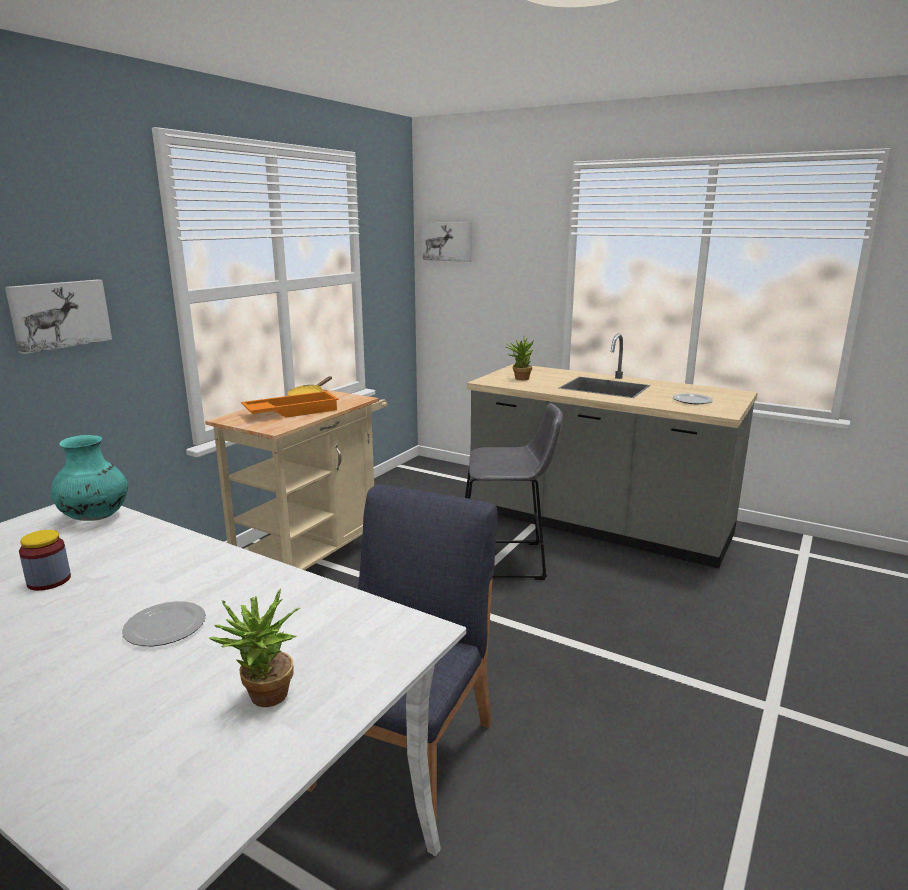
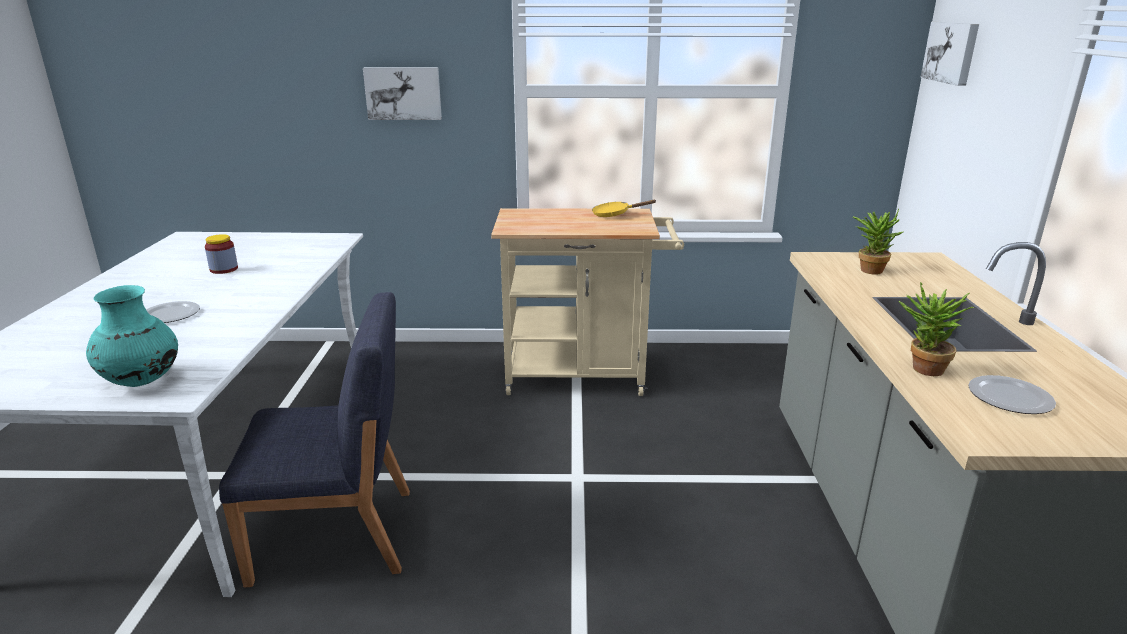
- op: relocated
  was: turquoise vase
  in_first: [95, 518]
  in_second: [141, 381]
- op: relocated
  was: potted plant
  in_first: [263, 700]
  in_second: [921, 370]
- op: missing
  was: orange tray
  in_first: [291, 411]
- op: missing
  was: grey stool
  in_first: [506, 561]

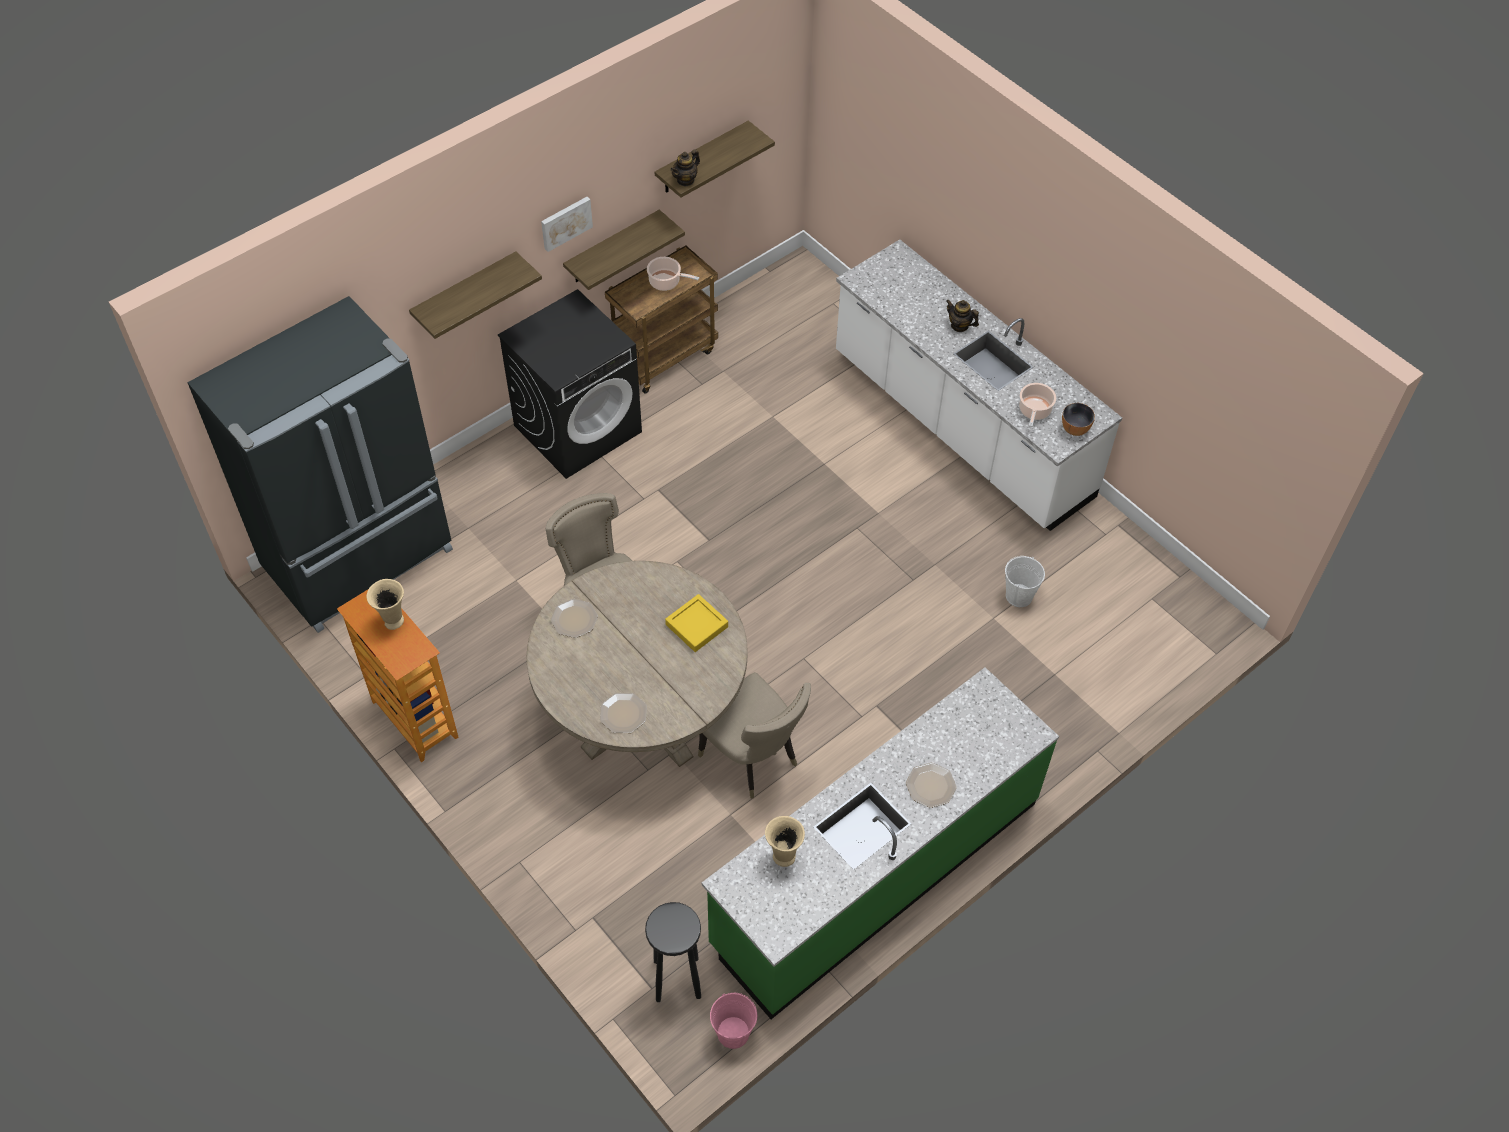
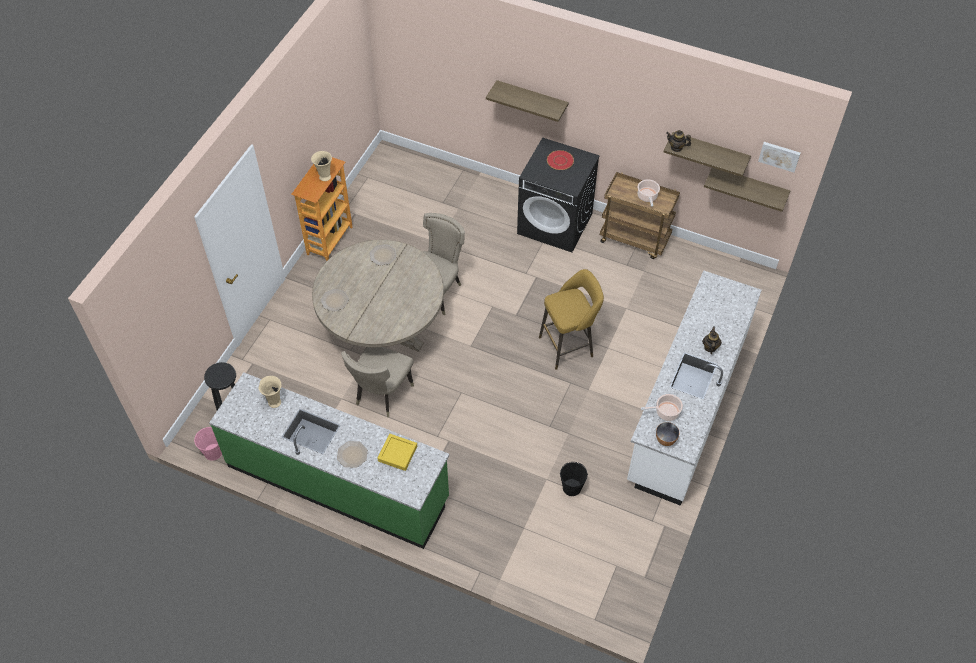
- op: missing
  was: black fridge
  in_first: [361, 560]
- op: relocated
  was: picture
  in_first: [565, 222]
  in_second: [779, 155]
- op: relocated
  was: shelf
  in_first: [612, 248]
  in_second: [749, 185]
- op: relocated
  was: yellow tray
  in_first: [696, 626]
  in_second: [397, 454]
- op: colour
  was: white bucket
  now: black bucket
  in_first: [1019, 596]
  in_second: [572, 488]
- op: appeared
  now: yellow stool
  in_second: [569, 345]
- op: appeared
  now: red plate
  in_second: [560, 160]

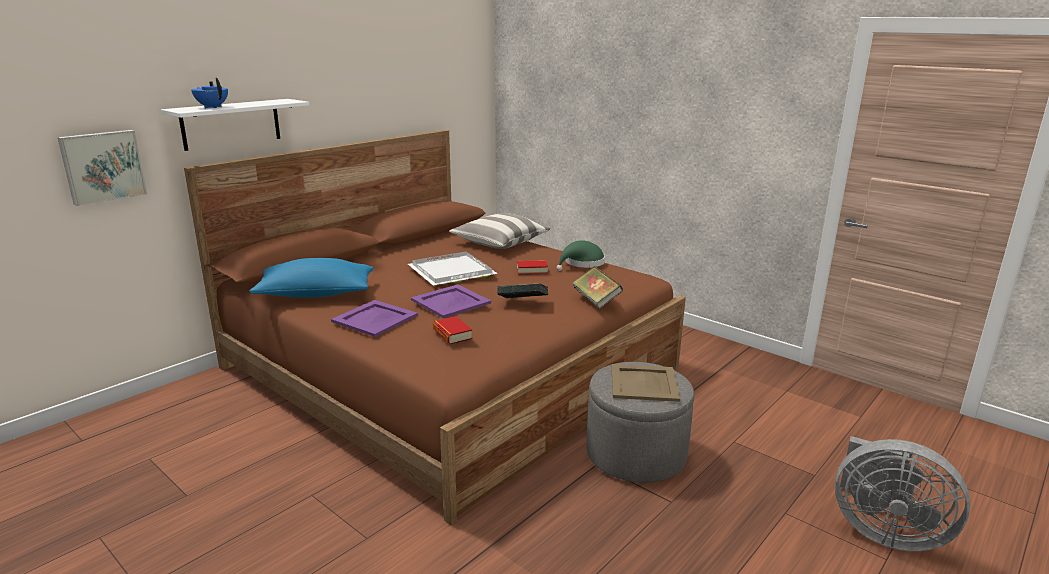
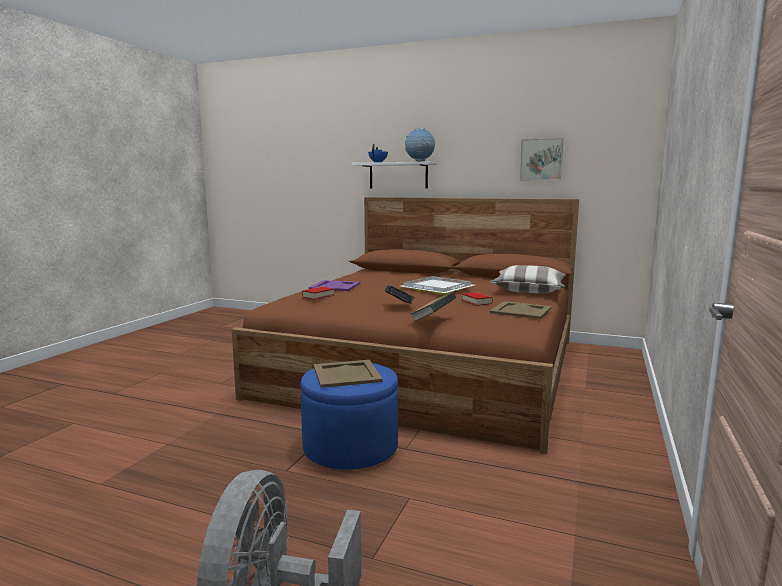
- op: relocated
  was: picture
  in_first: [103, 166]
  in_second: [541, 159]
- op: missing
  was: blue pillow
  in_first: [316, 295]
- op: missing
  was: purple tray
  in_first: [451, 301]
- op: exchanged
  was: green hat
  now: beige tray
  in_first: [582, 263]
  in_second: [521, 311]
- op: colour
  was: grey ottoman
  now: blue ottoman
  in_first: [635, 454]
  in_second: [350, 448]
- op: appeared
  now: globe
  in_second: [419, 161]

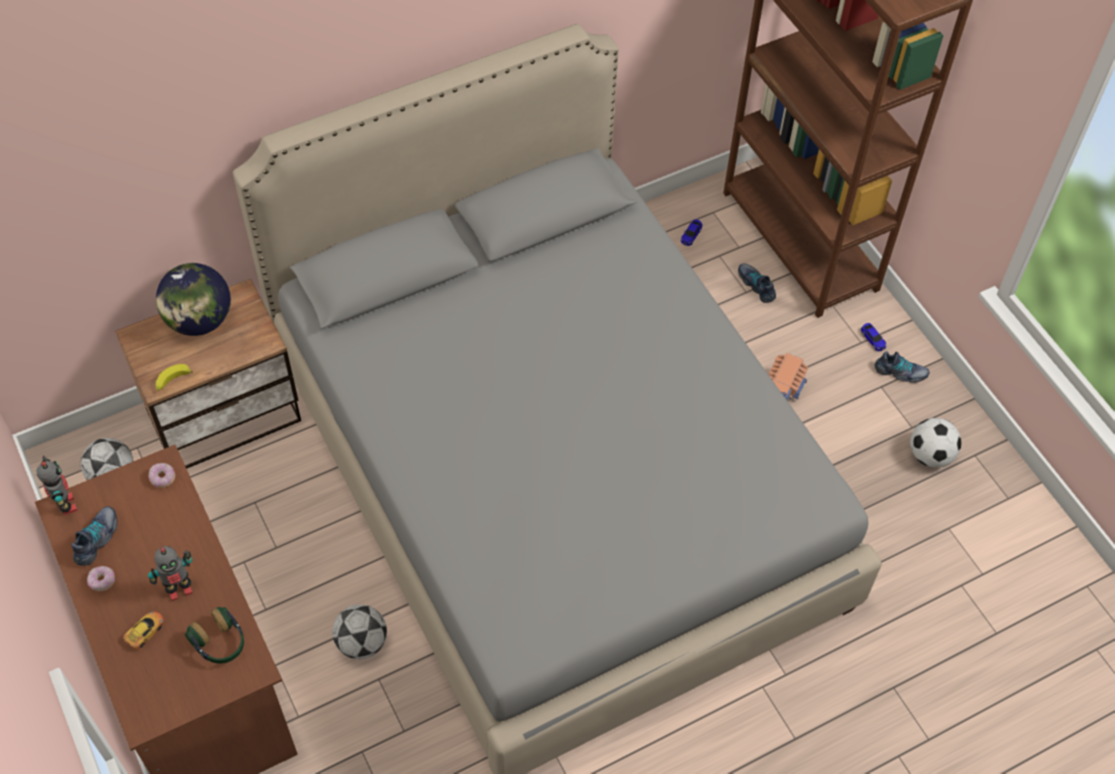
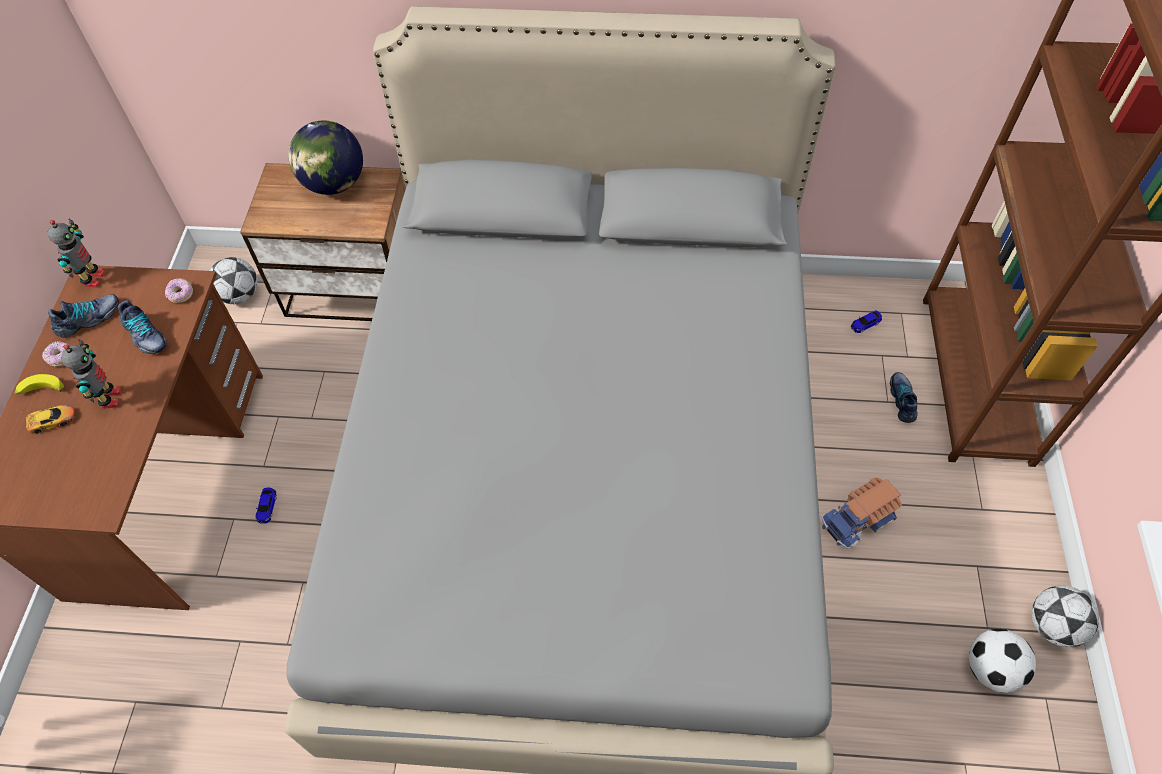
- op: spun
  was: toy robot
  in_first: [179, 589]
  in_second: [110, 398]
  clockwise: -105
- op: relocated
  was: banana
  in_first: [173, 381]
  in_second: [41, 390]
- op: missing
  was: headphones
  in_first: [220, 643]
- op: relocated
  was: football
  in_first: [362, 642]
  in_second: [1052, 626]
- op: relocated
  was: toy car
  in_first: [873, 339]
  in_second: [267, 507]
- op: relocated
  was: shoe
  in_first: [900, 372]
  in_second: [145, 336]

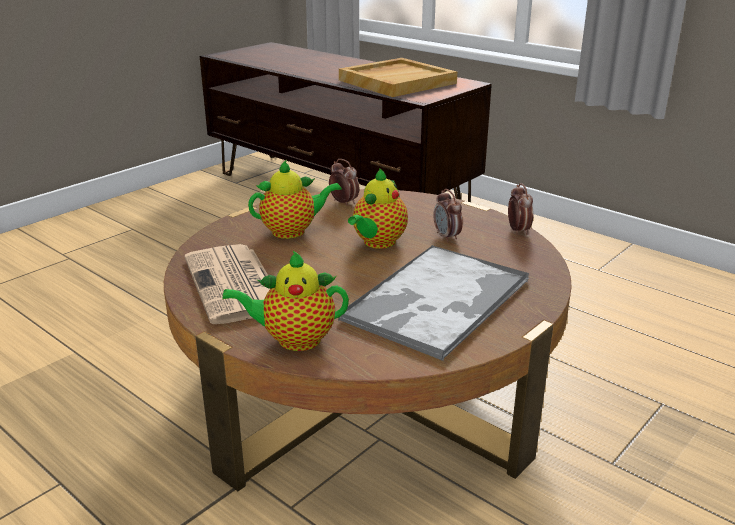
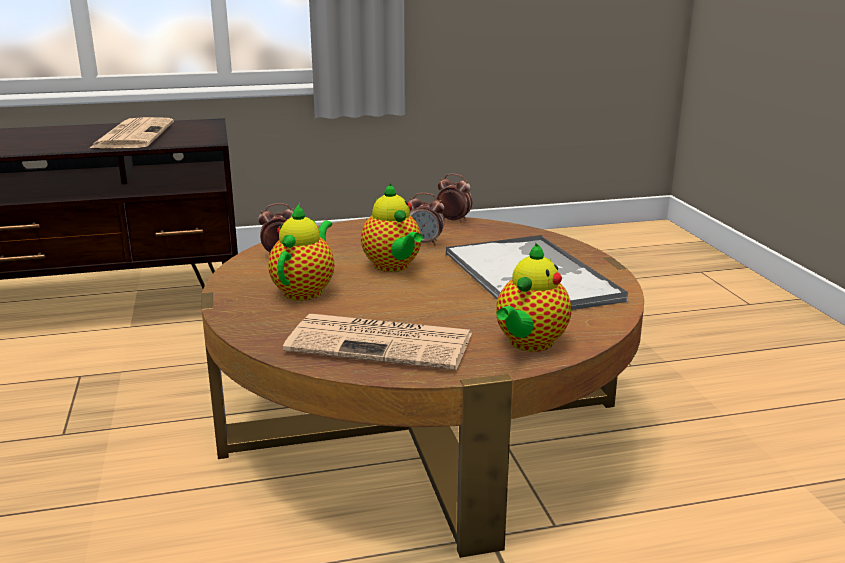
- op: exchanged
  was: beige tray
  now: newspaper
  in_first: [397, 81]
  in_second: [133, 135]

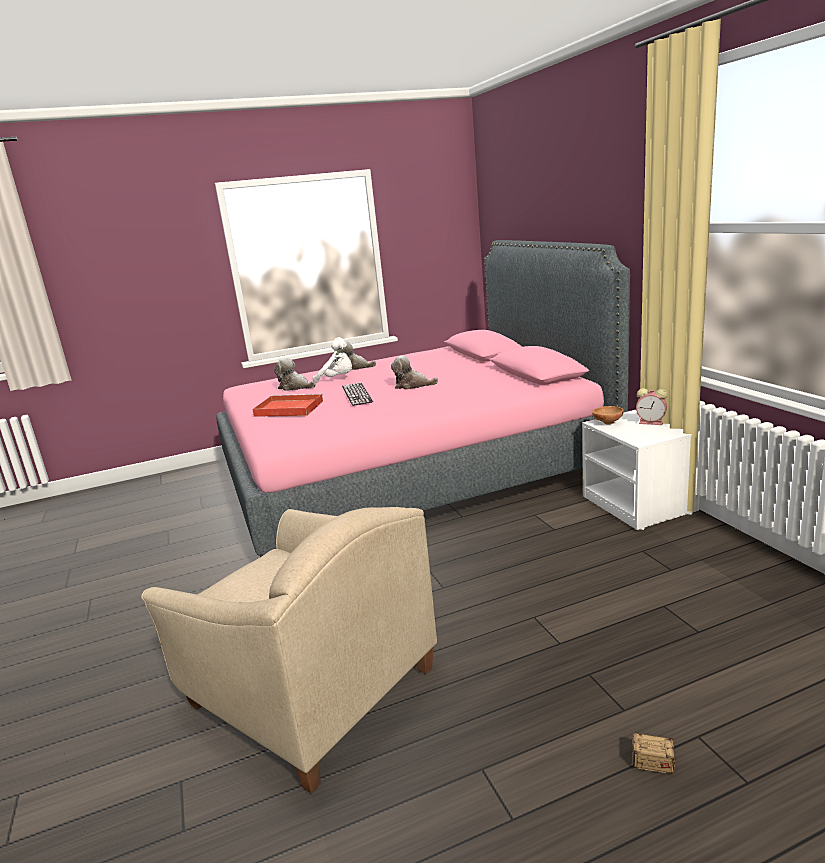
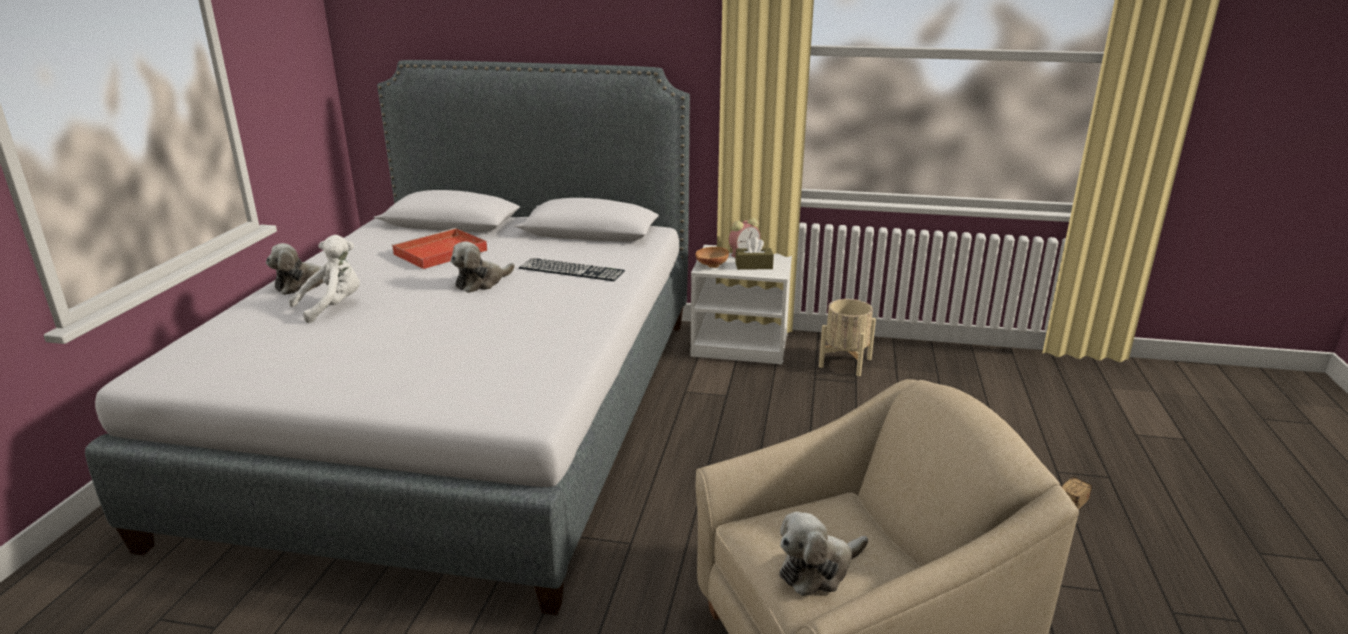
- op: colour
  was: pink bed
  now: grey bed
  in_first: [412, 473]
  in_second: [466, 413]
- op: relocated
  was: red tray
  in_first: [287, 409]
  in_second: [439, 253]
- op: relocated
  was: plush toy
  in_first: [295, 387]
  in_second: [818, 570]
- op: relocated
  was: keyboard
  in_first: [357, 394]
  in_second: [571, 270]
- op: appeared
  now: brown tissue box
  in_second: [754, 266]
- op: appeared
  now: beige planter
  in_second: [844, 362]

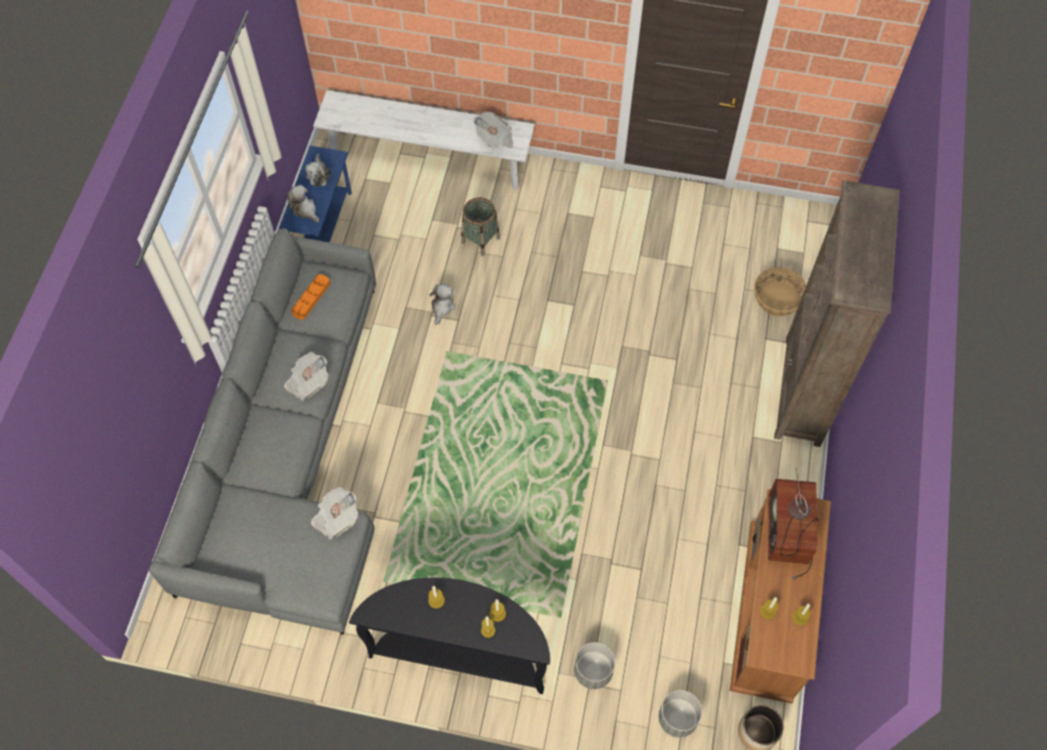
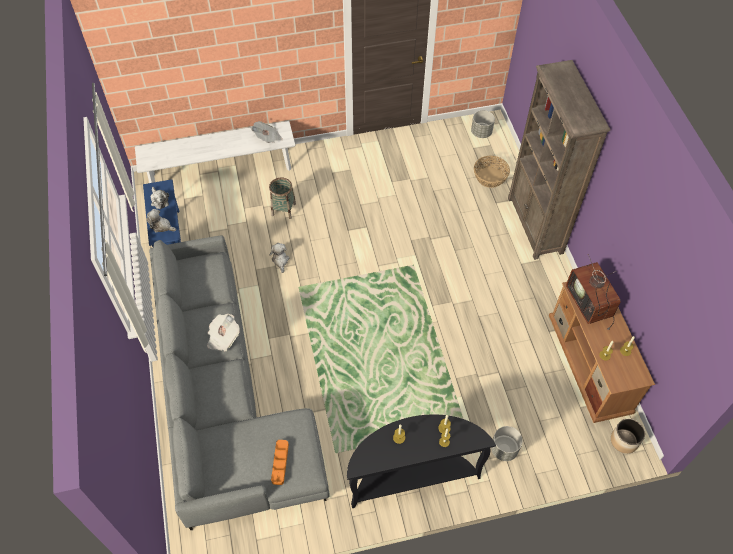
- op: relocated
  was: orange tray
  in_first: [311, 298]
  in_second: [280, 463]
- op: missing
  was: newspaper
  in_first: [336, 518]
- op: relocated
  was: grey planter
  in_first: [677, 719]
  in_second: [481, 132]

